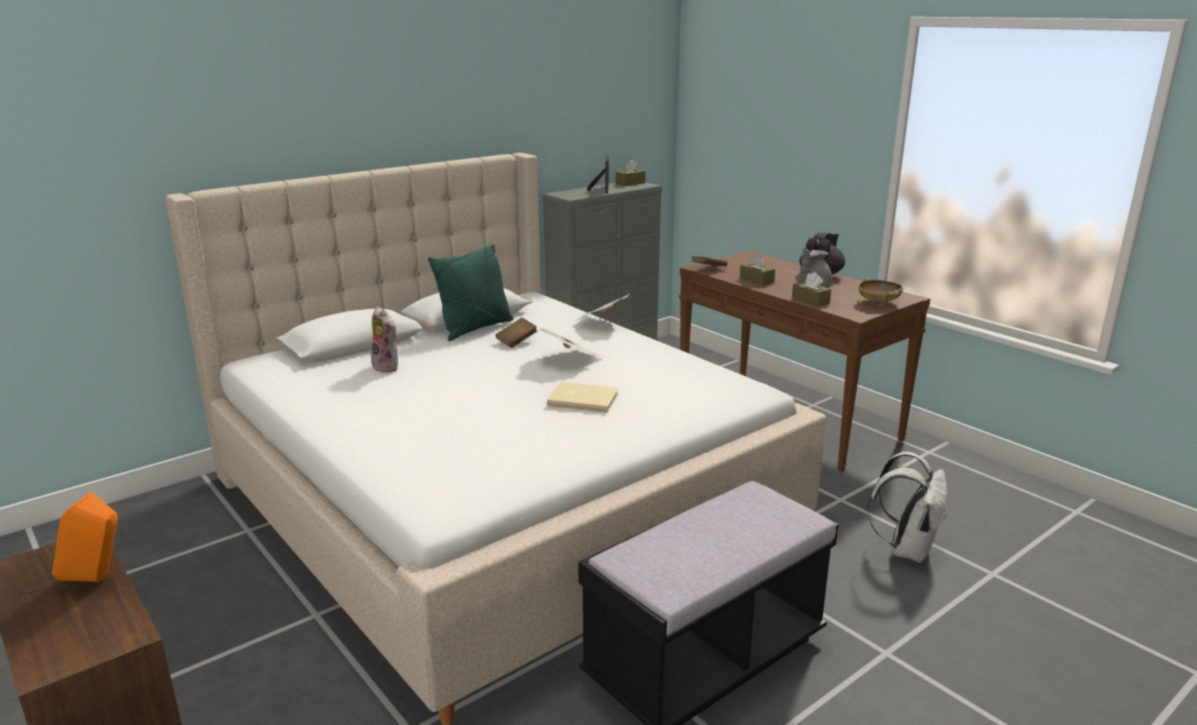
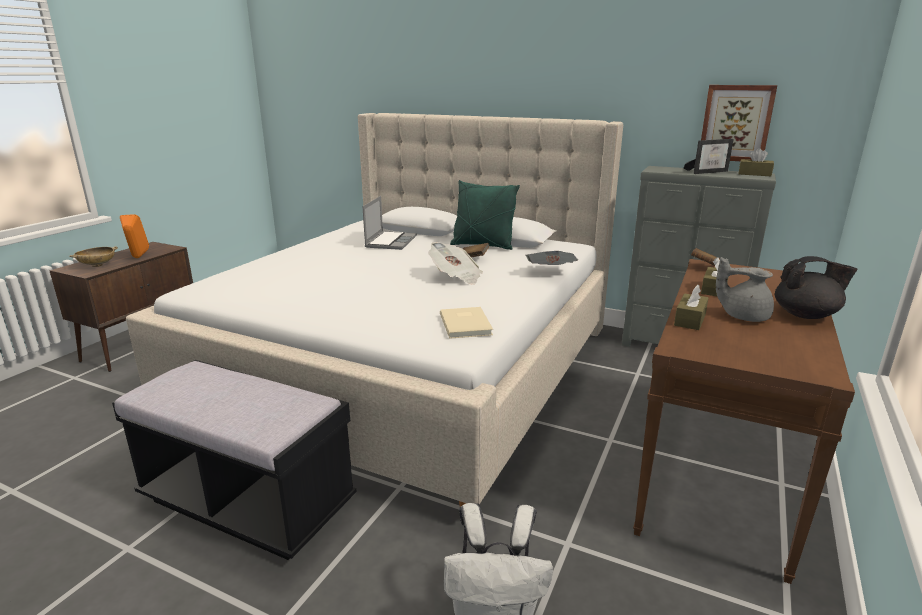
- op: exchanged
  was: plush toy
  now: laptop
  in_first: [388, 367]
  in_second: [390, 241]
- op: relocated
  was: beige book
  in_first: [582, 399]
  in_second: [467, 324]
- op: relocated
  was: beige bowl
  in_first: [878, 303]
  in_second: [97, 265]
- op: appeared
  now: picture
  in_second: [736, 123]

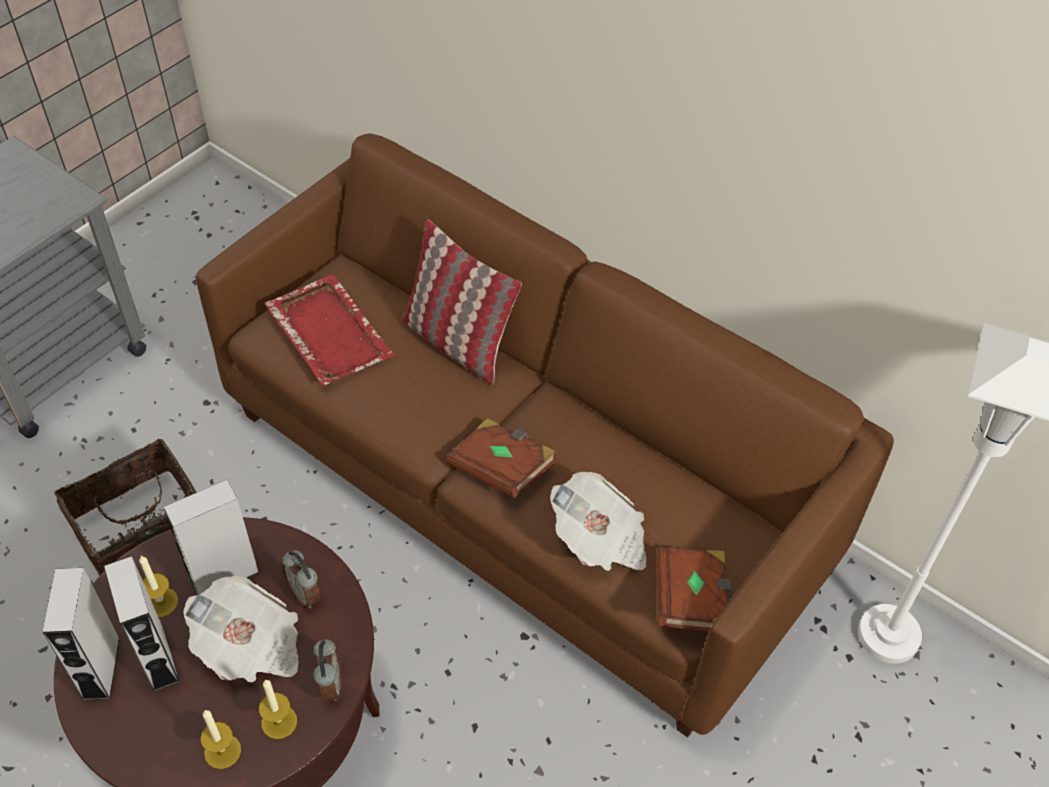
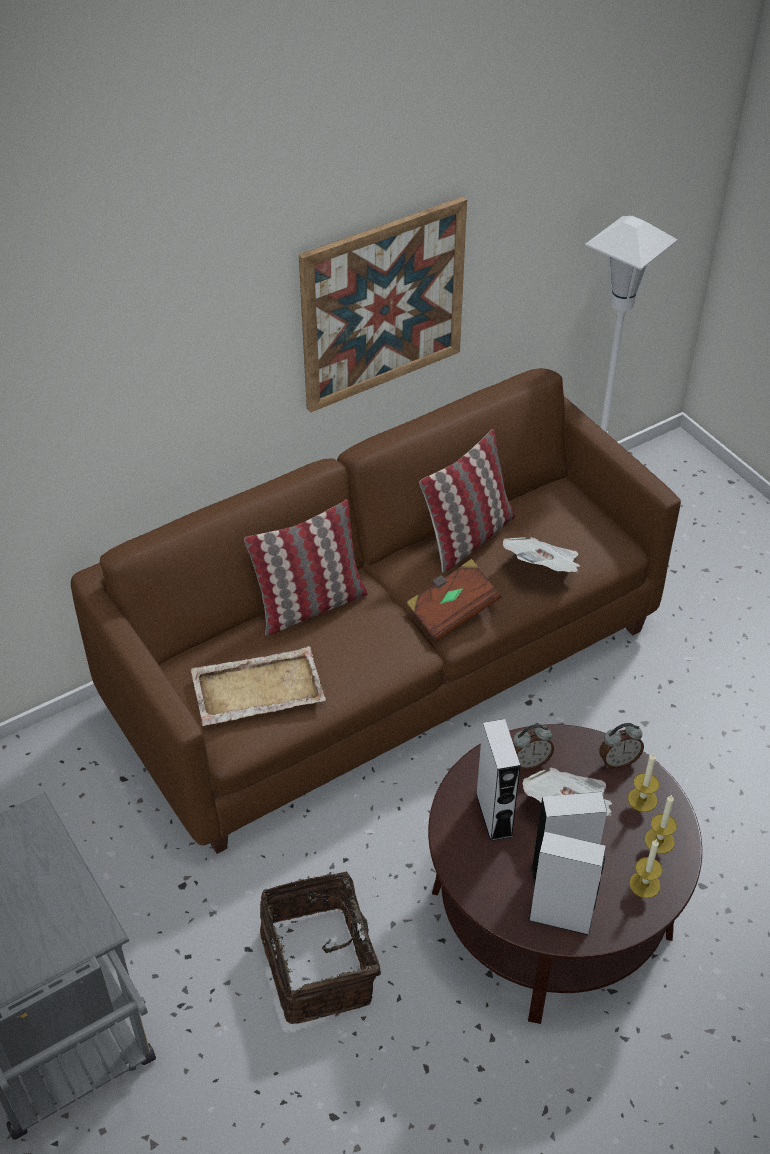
- op: relocated
  was: candle
  in_first: [161, 602]
  in_second: [644, 884]
- op: colour
  was: red tray
  now: beige tray
  in_first: [328, 332]
  in_second: [256, 689]
- op: spun
  was: alarm clock
  in_first: [330, 685]
  in_second: [618, 761]
  clockwise: 150
- op: missing
  was: brown book
  in_first: [691, 599]
- op: appeared
  now: picture
  in_second: [383, 305]
- op: appeared
  now: pillow
  in_second: [468, 538]

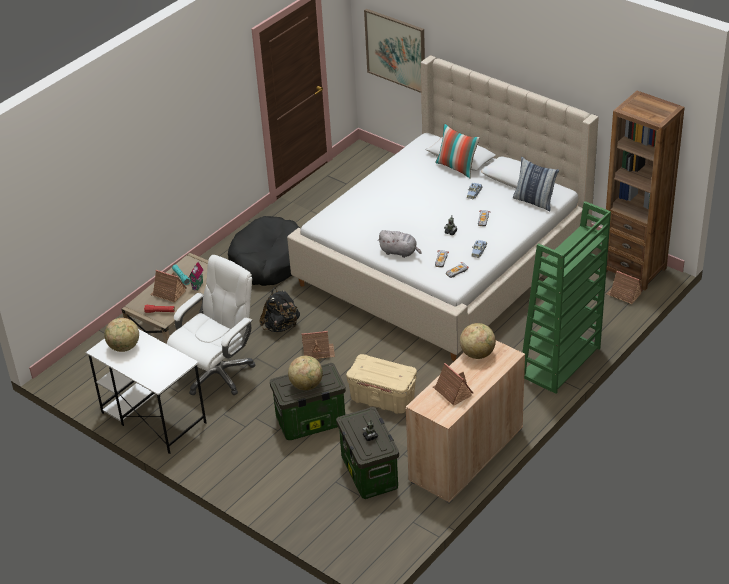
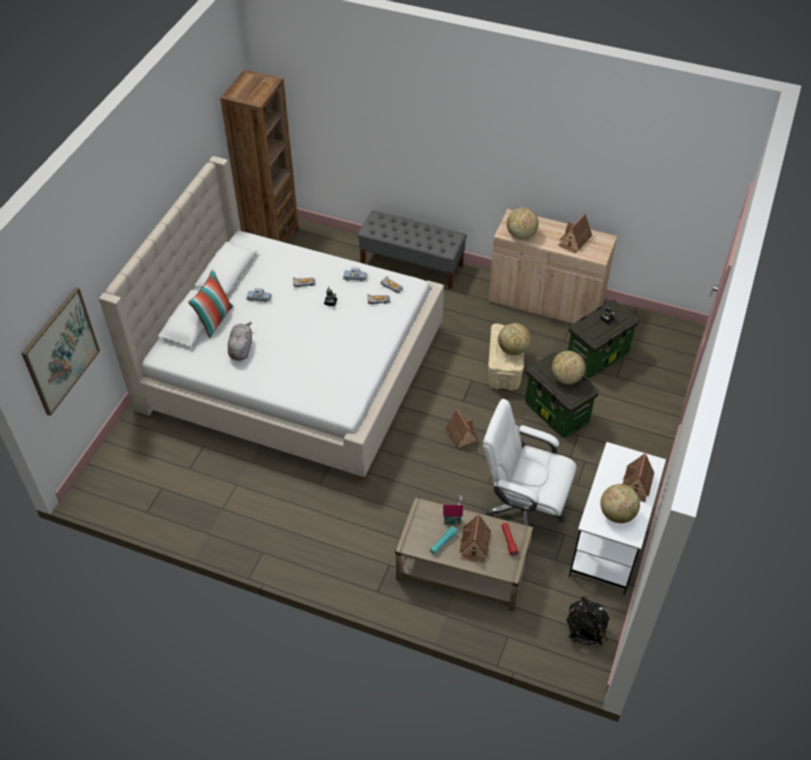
- op: missing
  was: black dog bed
  in_first: [268, 261]
- op: relocated
  was: black backpack
  in_first: [281, 326]
  in_second: [585, 630]
- op: relocated
  was: grey plush toy
  in_first: [399, 252]
  in_second: [241, 348]
- op: missing
  was: pillow
  in_first: [534, 201]
- op: exchanged
  was: green bookcase
  now: grey bench
  in_first: [560, 362]
  in_second: [412, 265]
- op: relocated
  was: toy house
  in_first: [624, 294]
  in_second: [636, 484]
- op: appeared
  now: globe
  in_second: [513, 350]

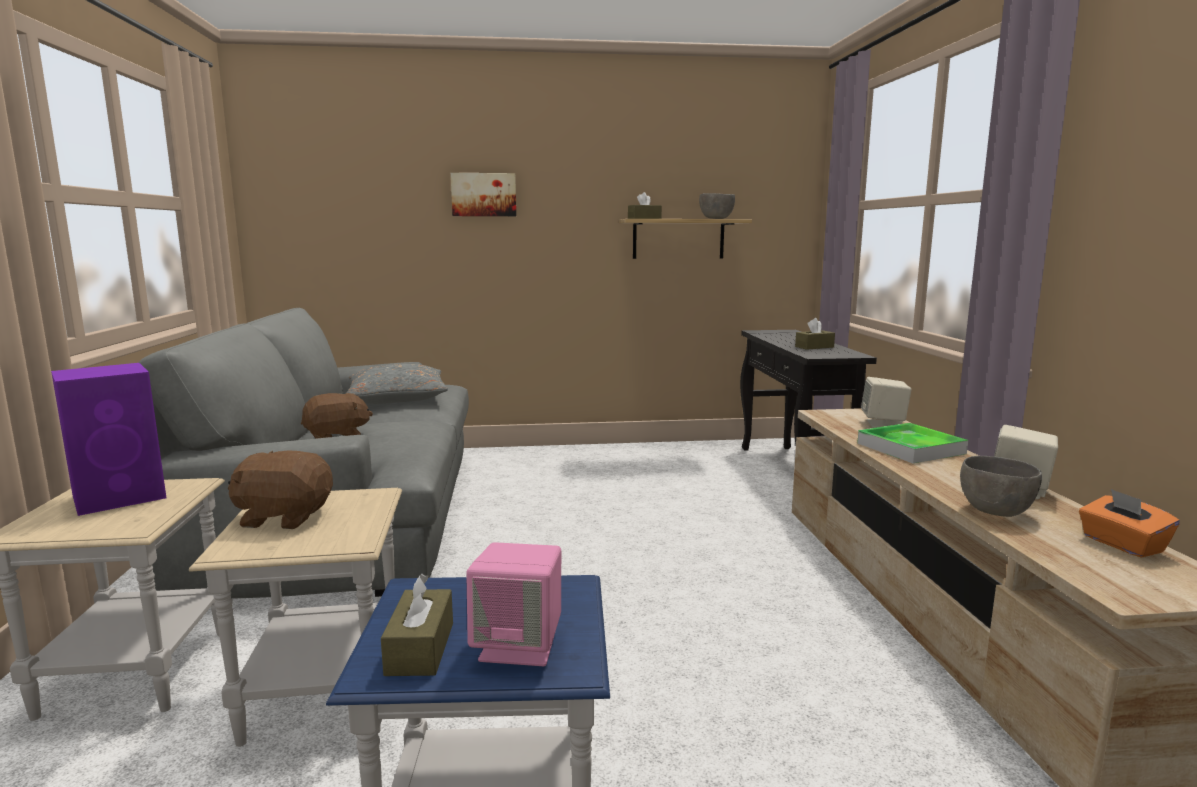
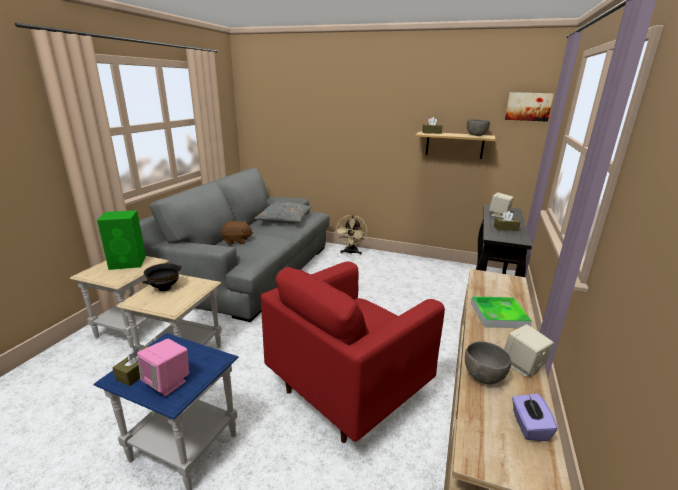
- op: colour
  was: purple speaker
  now: green speaker
  in_first: [122, 496]
  in_second: [128, 263]
- op: exchanged
  was: brown plush toy
  now: black bowl
  in_first: [284, 517]
  in_second: [165, 288]
- op: relocated
  was: picture
  in_first: [484, 194]
  in_second: [528, 106]
- op: relocated
  was: beige speaker
  in_first: [883, 424]
  in_second: [499, 215]
- op: colour
  was: orange tissue box
  now: purple tissue box
  in_first: [1122, 544]
  in_second: [529, 426]
- op: appeared
  now: red armchair
  in_second: [348, 390]
- op: appeared
  now: beige fan
  in_second: [351, 253]

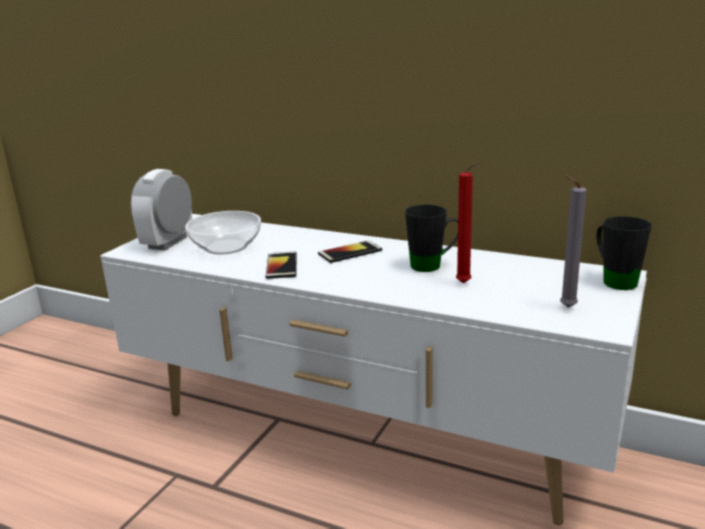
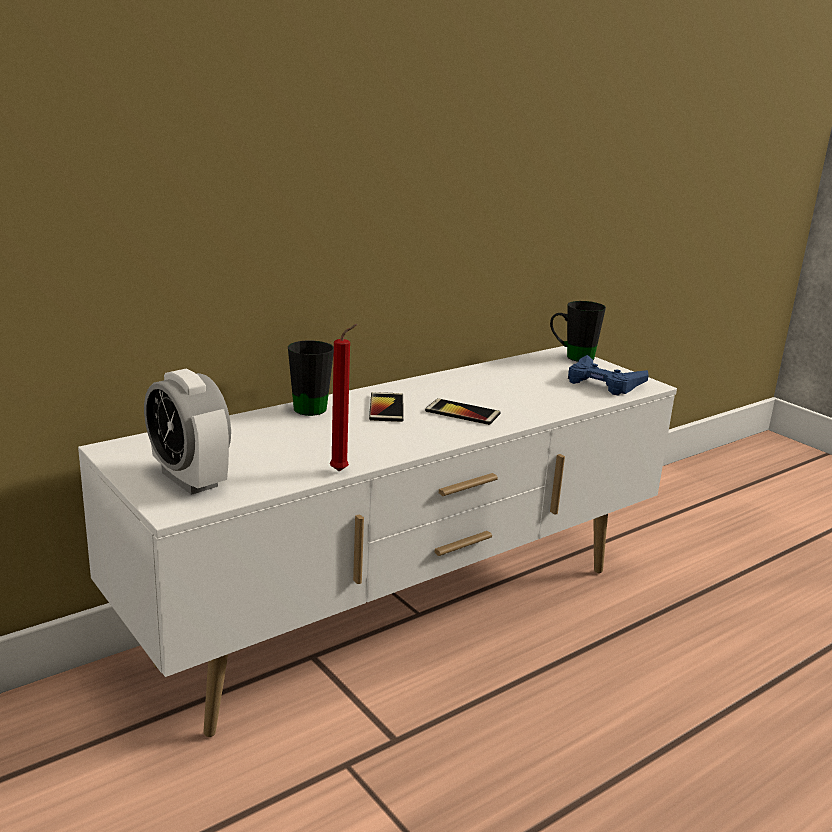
- op: missing
  was: bowl
  in_first: [226, 247]
- op: relocated
  was: phone
  in_first: [281, 266]
  in_second: [462, 413]
- op: relocated
  was: black mug
  in_first: [433, 265]
  in_second: [313, 406]
- op: relocated
  was: red candle
  in_first: [465, 283]
  in_second: [342, 471]
- op: exchanged
  was: grey candle
  now: blue game controller
  in_first: [565, 307]
  in_second: [603, 382]

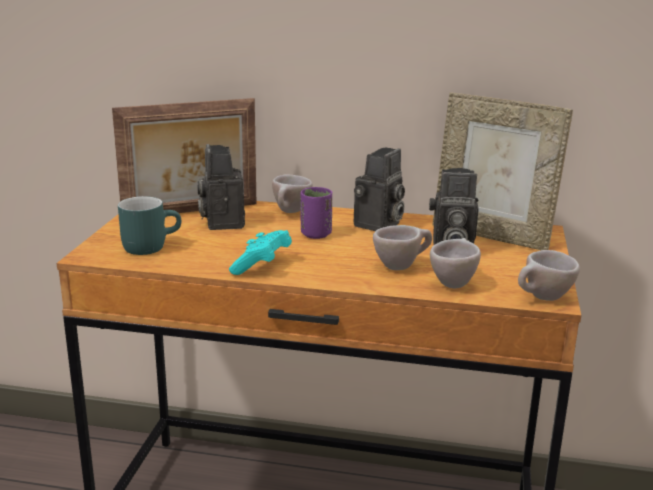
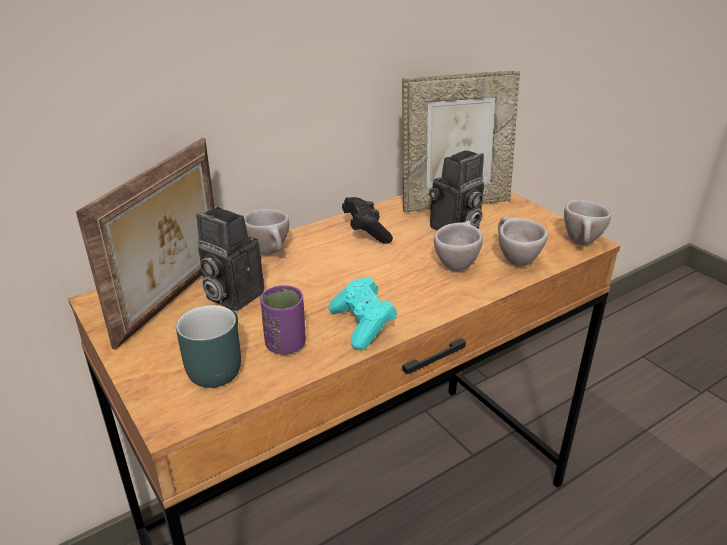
- op: relocated
  was: purple cup
  in_first: [316, 234]
  in_second: [285, 345]
- op: exchanged
  was: photo camera
  now: black game controller
  in_first: [378, 225]
  in_second: [366, 231]

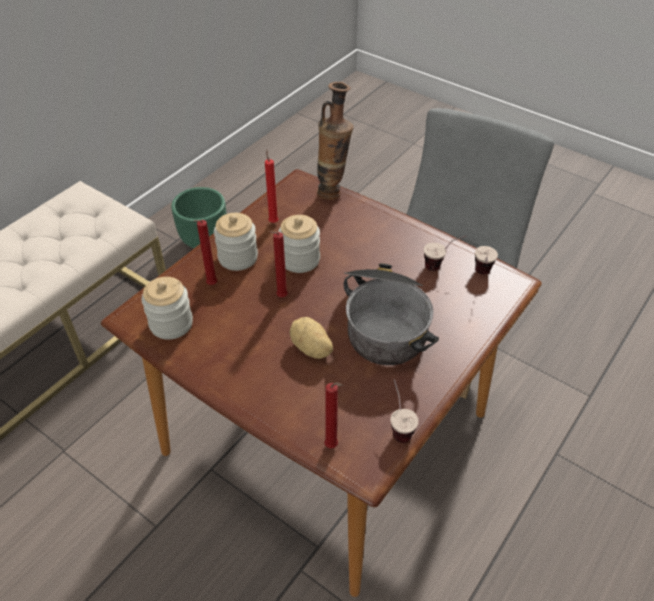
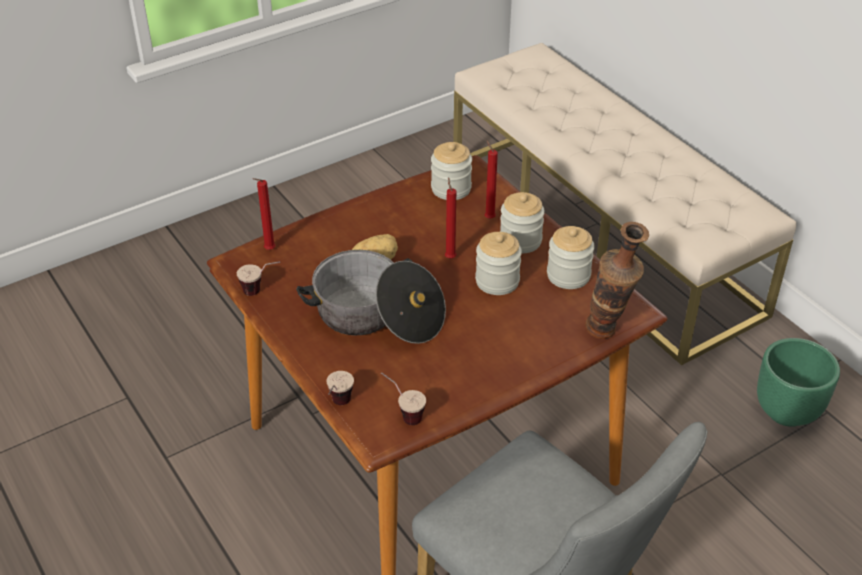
- op: exchanged
  was: red candle
  now: jar
  in_first: [273, 221]
  in_second: [568, 275]
- op: relocated
  was: cup
  in_first: [441, 265]
  in_second: [338, 407]

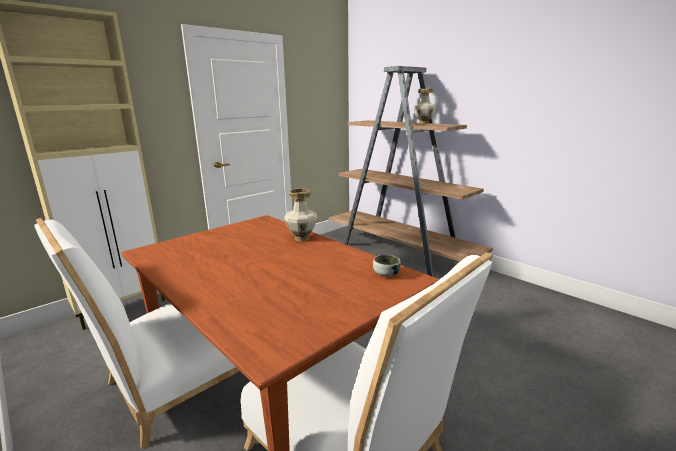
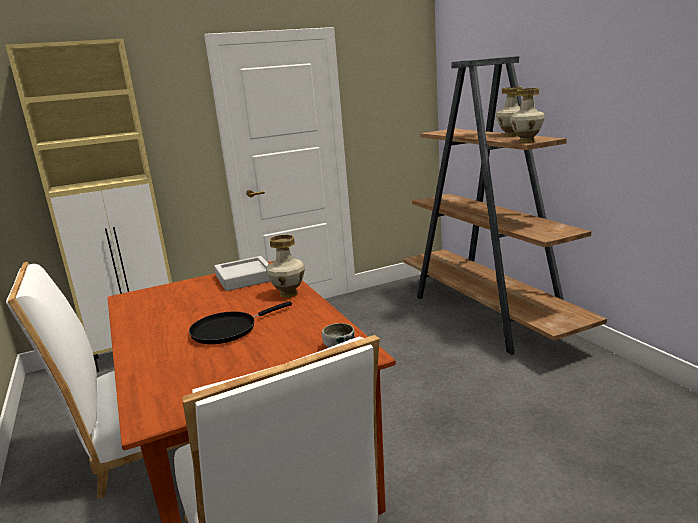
- op: appeared
  now: black frying pan
  in_second: [228, 330]
- op: appeared
  now: grey tray
  in_second: [245, 278]
- op: appeared
  now: vase
  in_second: [527, 141]

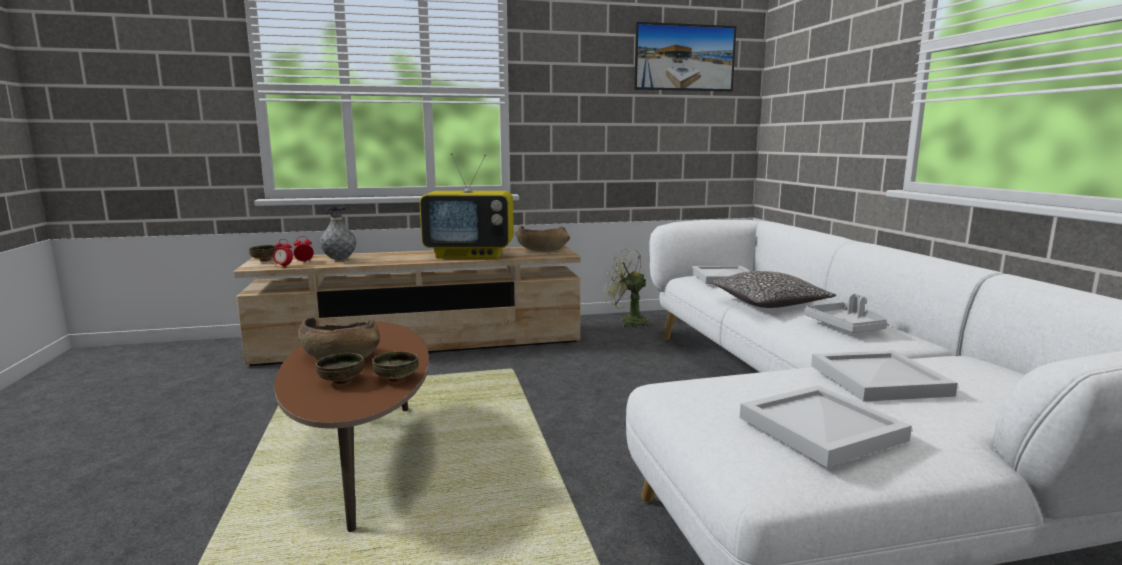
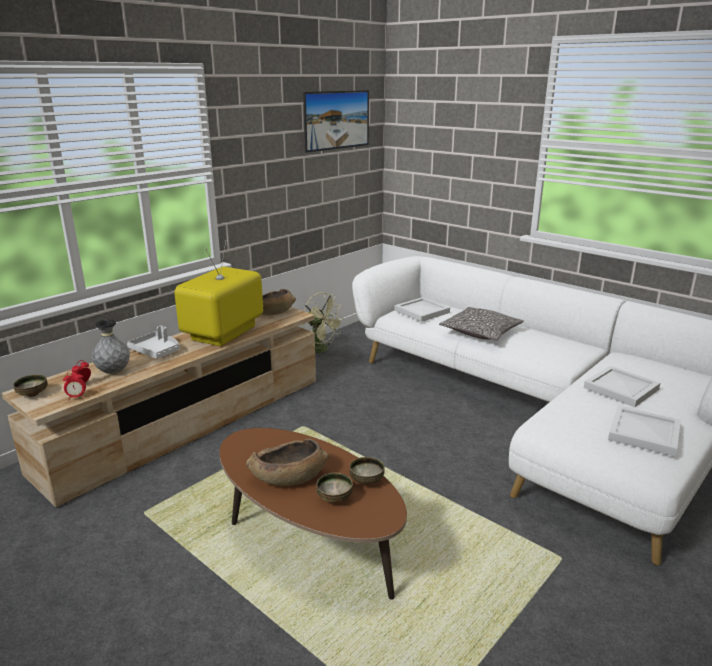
- op: spun
  was: television
  in_first: [471, 255]
  in_second: [224, 334]
  clockwise: 150
- op: spun
  was: green fan
  in_first: [627, 320]
  in_second: [321, 350]
  clockwise: -135
- op: relocated
  was: grey tray
  in_first: [846, 327]
  in_second: [156, 351]

